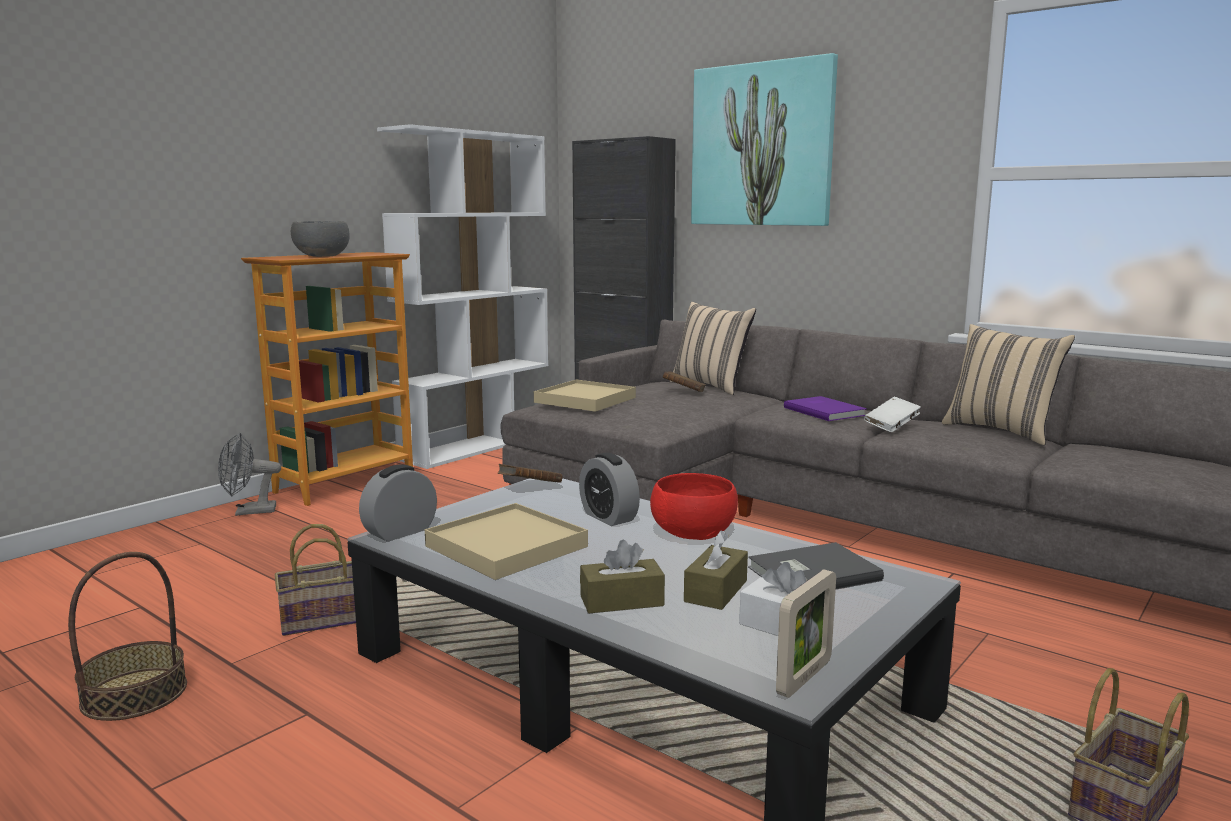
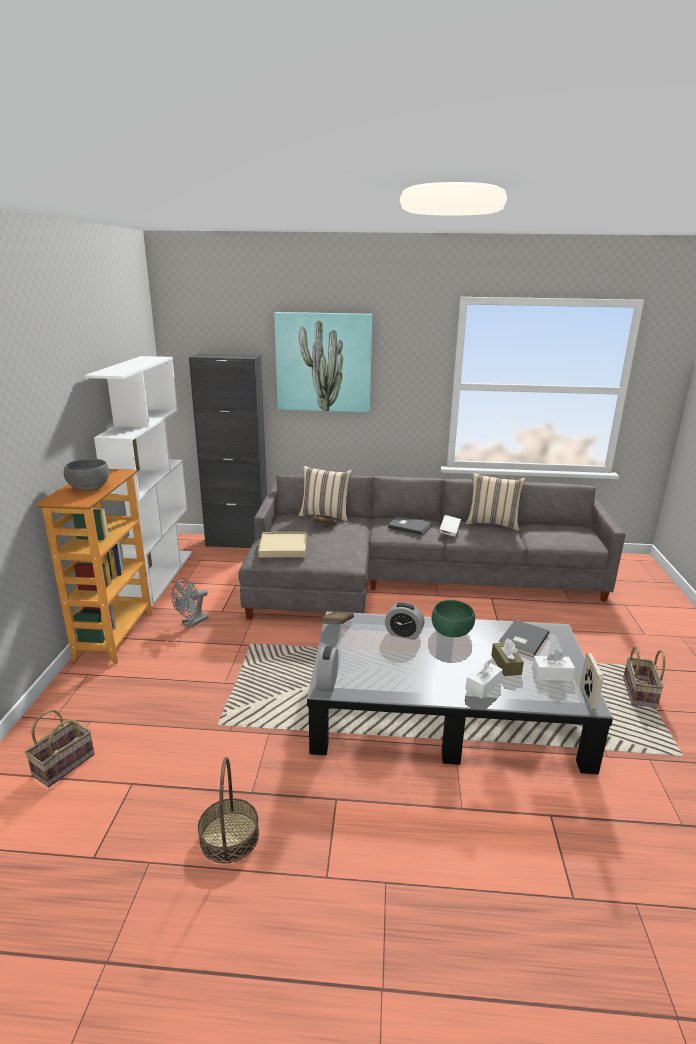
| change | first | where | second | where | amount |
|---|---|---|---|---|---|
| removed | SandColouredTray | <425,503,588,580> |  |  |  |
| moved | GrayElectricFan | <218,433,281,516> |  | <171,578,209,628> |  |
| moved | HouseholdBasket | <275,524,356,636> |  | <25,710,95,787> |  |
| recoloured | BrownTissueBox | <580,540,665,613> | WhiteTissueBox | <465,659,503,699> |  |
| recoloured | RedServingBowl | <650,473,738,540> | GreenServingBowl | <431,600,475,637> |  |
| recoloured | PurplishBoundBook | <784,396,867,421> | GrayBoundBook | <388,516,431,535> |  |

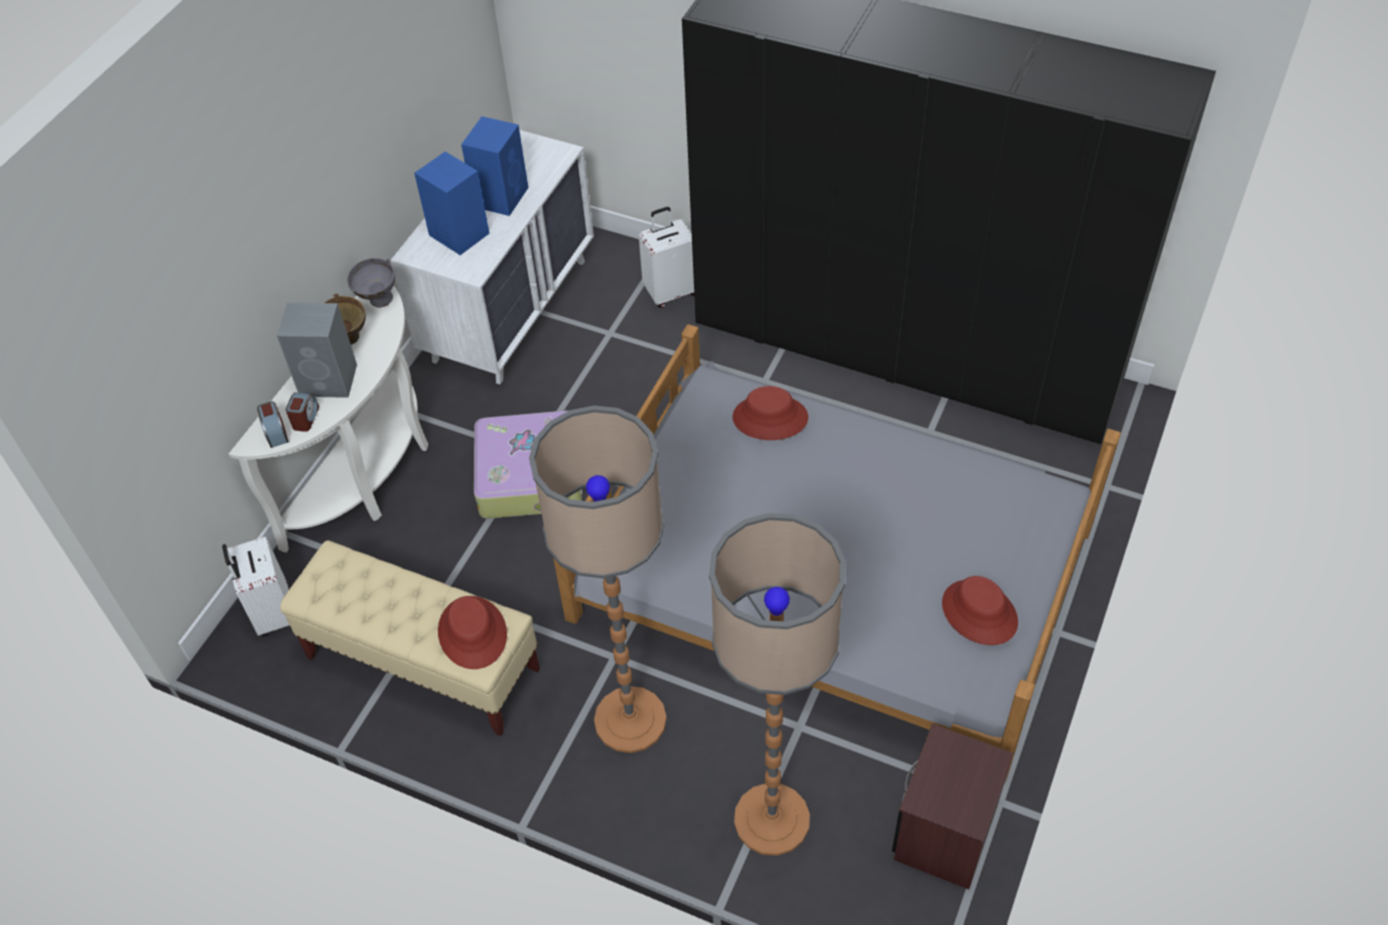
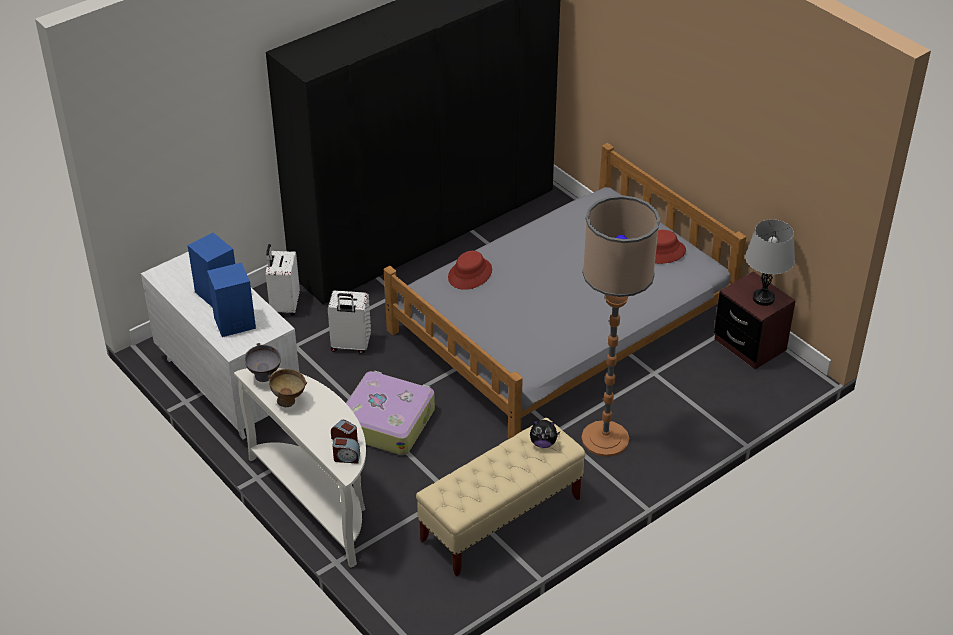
| change | first | where | second | where | amount |
|---|---|---|---|---|---|
| removed | GrayLoudspeaker | <277,303,357,398> |  |  |  |
| removed | StandardLamp | <709,513,846,856> |  |  |  |
| added |  |  | GrayLampForATable | <745,219,795,306> |  |
| moved | WhiteSuitcase | <222,536,290,637> |  | <328,290,371,354> |  |
| replaced | RedWearableHat | <438,596,507,669> | CuddlyToy | <530,420,560,448> |  |

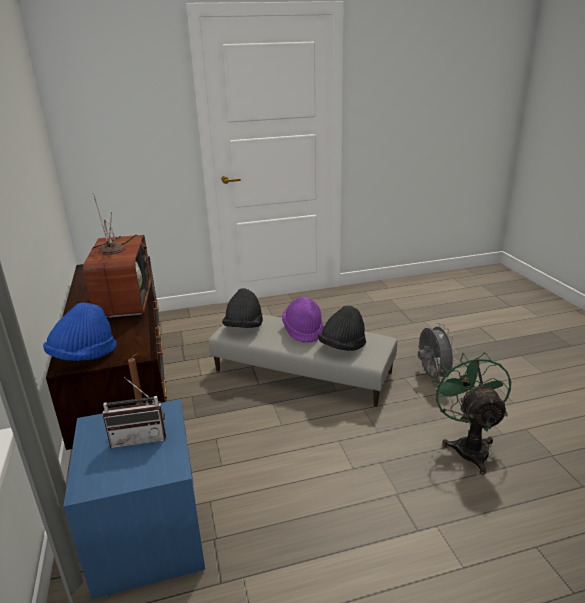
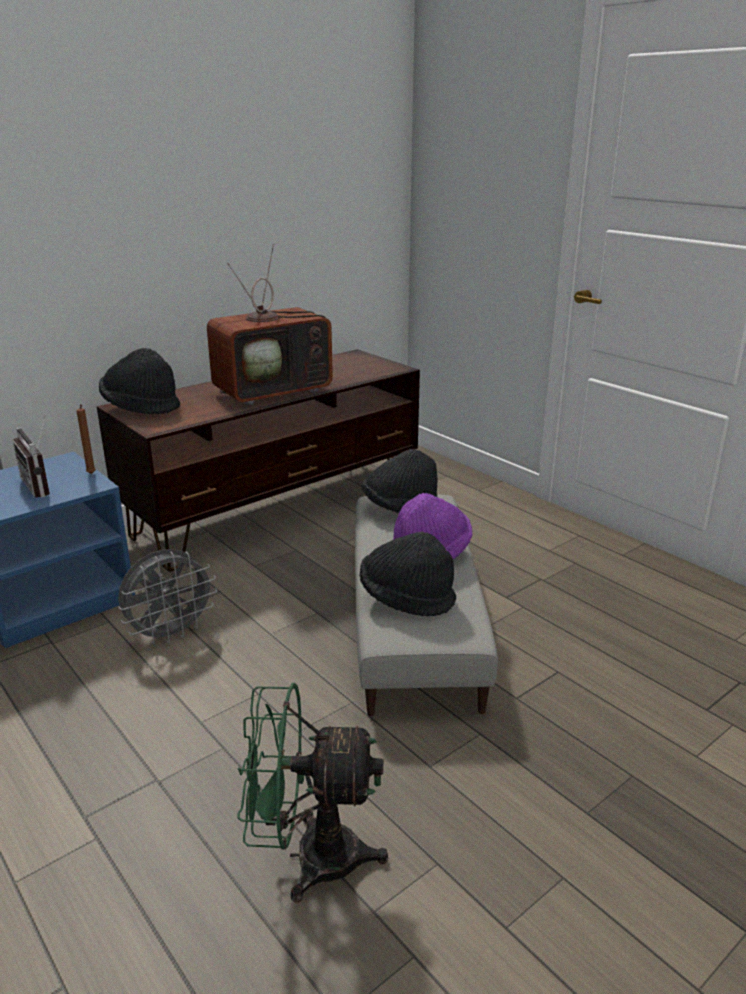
| change | first | where | second | where | amount |
|---|---|---|---|---|---|
| moved | GrayElectricFan | <418,323,457,381> |  | <118,549,217,645> |  |
| recoloured | BluishWearableHat | <43,302,117,361> | BlackColouredWearableHat | <99,348,181,414> |  |
| turned | GreenElectricFan | <432,352,511,475> |  | <237,683,388,903> | 150 degrees counterclockwise |

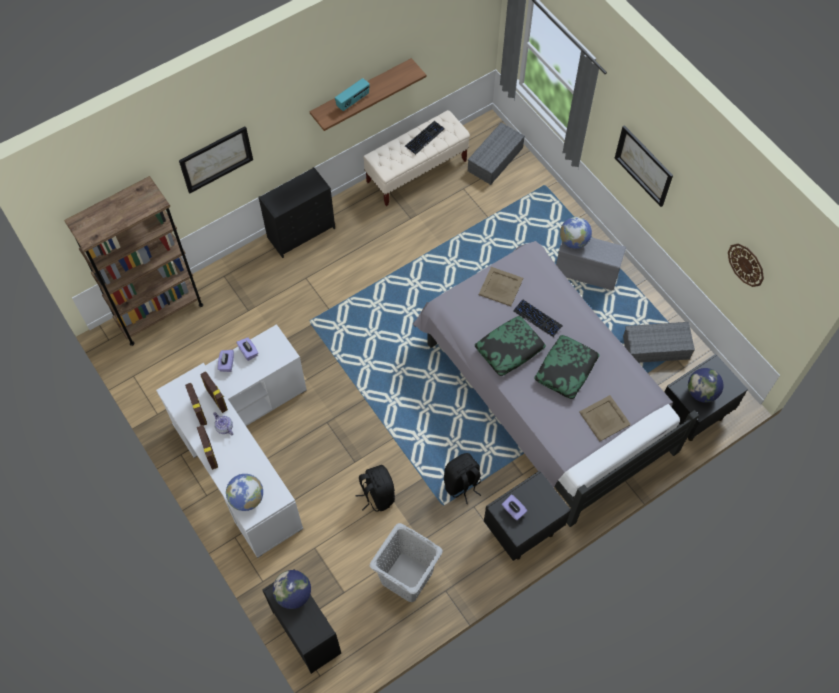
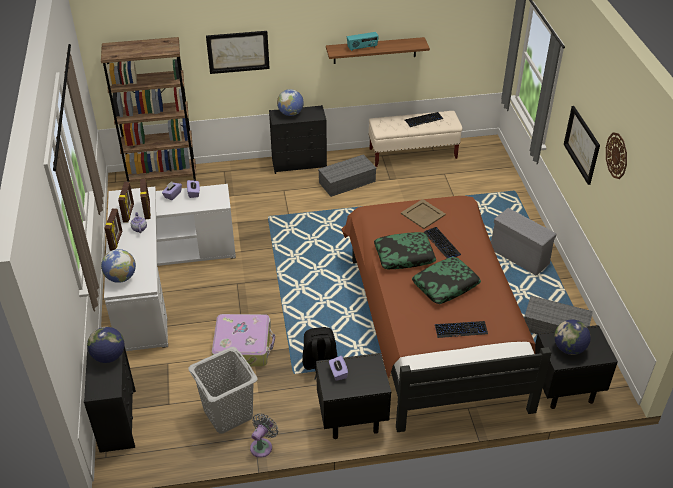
| change | first | where | second | where | amount |
|---|---|---|---|---|---|
| added |  |  | GrayElectricFan | <250,413,279,458> |  |
| moved | GrayStorageContainer | <468,122,525,185> |  | <318,154,377,197> |  |
| moved | Globe | <560,217,592,249> |  | <277,89,304,116> |  |
| moved | WallClock | <728,244,764,287> |  | <606,132,627,179> |  |
| replaced | BlackColouredRucksack | <356,465,395,512> | Suitcase | <212,314,275,366> |  |
| replaced | SandColouredTray | <579,395,631,442> | ComputerKeyboard | <435,321,488,338> |  |
| recoloured | GraySleepingBed | <412,241,699,527> | BrownSleepingBed | <341,196,551,432> |  |

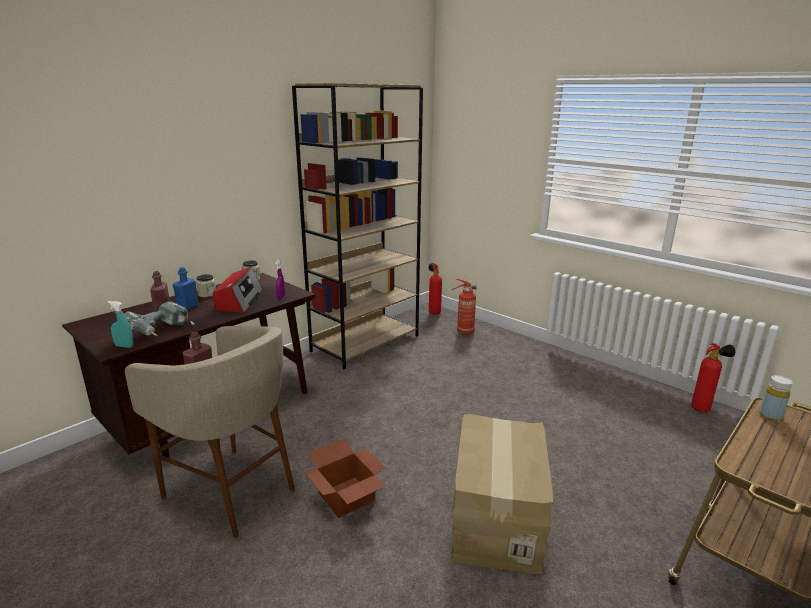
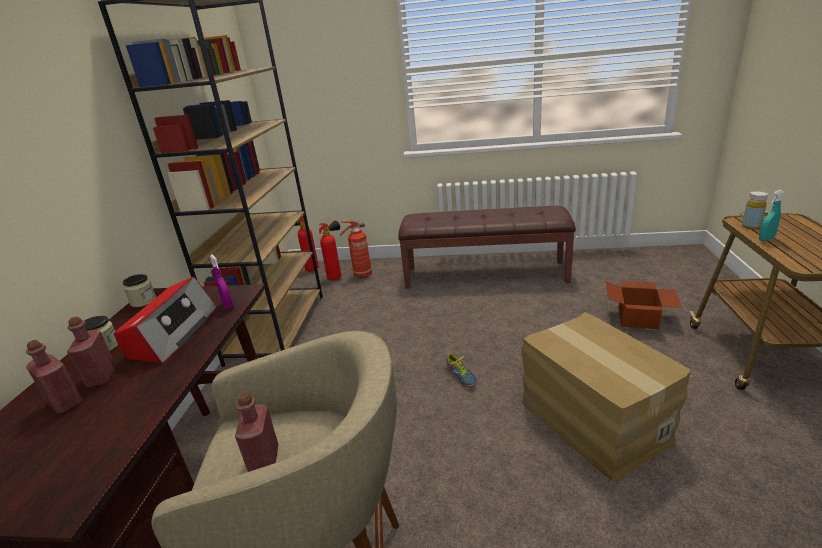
| change | first | where | second | where | amount |
|---|---|---|---|---|---|
| removed | Drill | <124,301,195,336> |  |  |  |
| added |  |  | BrownIndoorBench | <398,206,576,289> |  |
| added |  |  | Shoe | <444,353,477,388> |  |
| moved | BlueGreenSprayBottle | <107,301,133,348> |  | <759,190,784,241> |  |
| moved | Carton | <305,438,386,518> |  | <606,281,682,329> |  |
| moved | FireFightingCylinder | <691,343,735,413> |  | <319,220,341,280> |  |
| recoloured | BluishBeverageBottle | <173,267,199,310> | RedBeverageBottle | <67,317,116,387> |  |
| turned | RadioSet | <213,267,263,313> |  | <114,276,217,363> | 45 degrees clockwise |

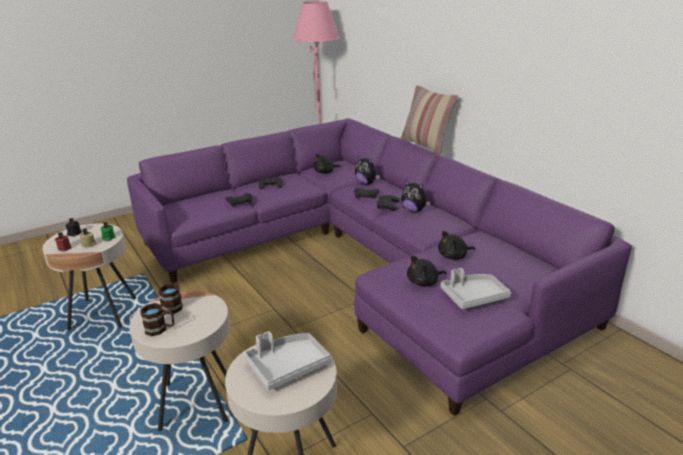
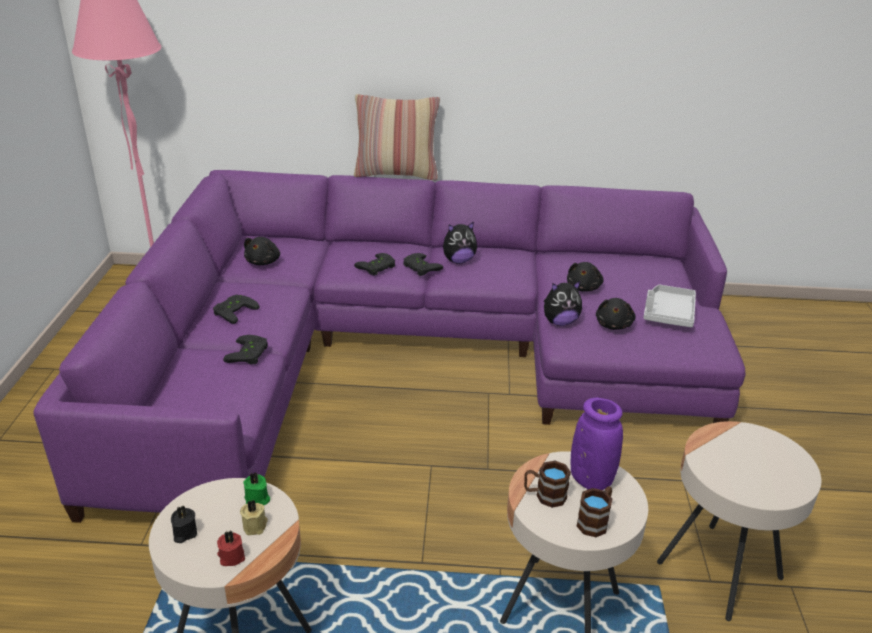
| change | first | where | second | where | amount |
|---|---|---|---|---|---|
| removed | GrayTray | <244,331,331,390> |  |  |  |
| added |  |  | PurplishFlowerVase | <571,398,623,490> |  |
| moved | CuddlyToy | <355,155,380,185> |  | <544,280,582,326> |  |

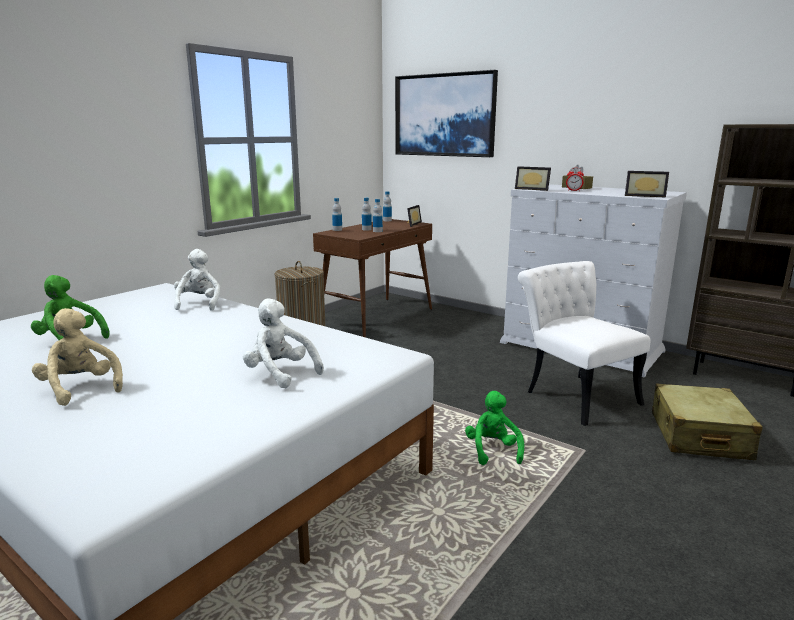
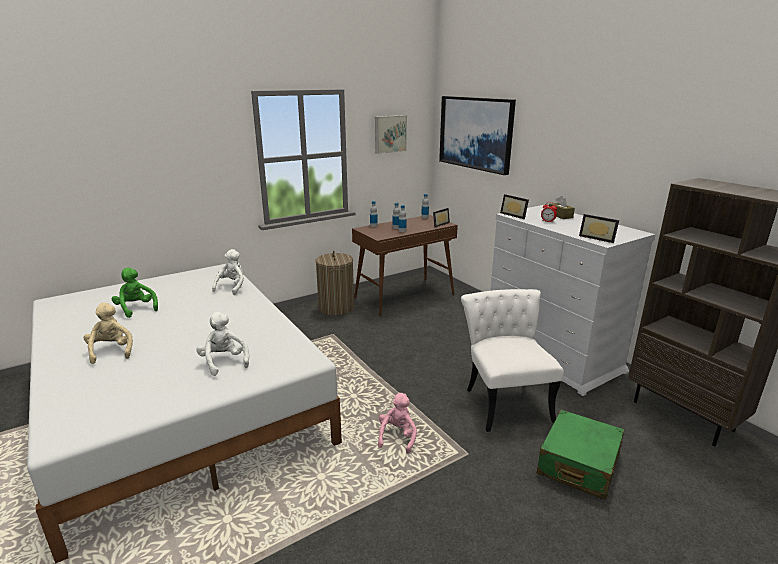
| change | first | where | second | where | amount |
|---|---|---|---|---|---|
| added |  |  | WallPicture | <375,115,407,154> |  |
| recoloured | GreenCuddlyToy | <465,391,524,465> | PinkCuddlyToy | <378,393,417,453> |  |
| recoloured | SandColouredSuitcase | <652,383,763,460> | GreenSuitcase | <537,410,624,500> |  |

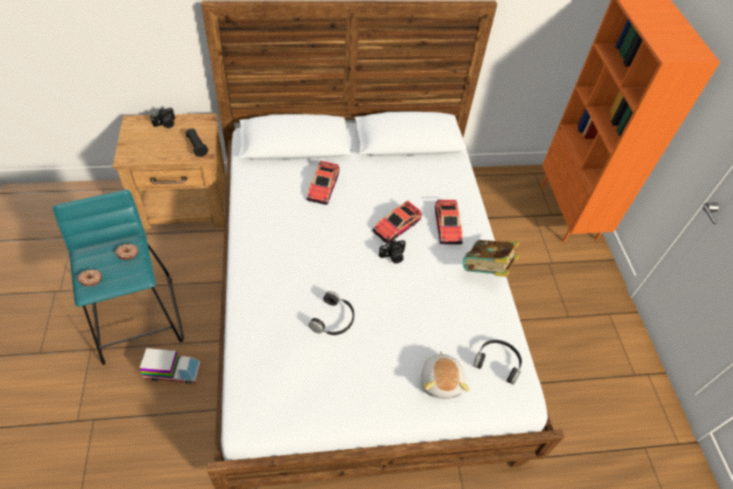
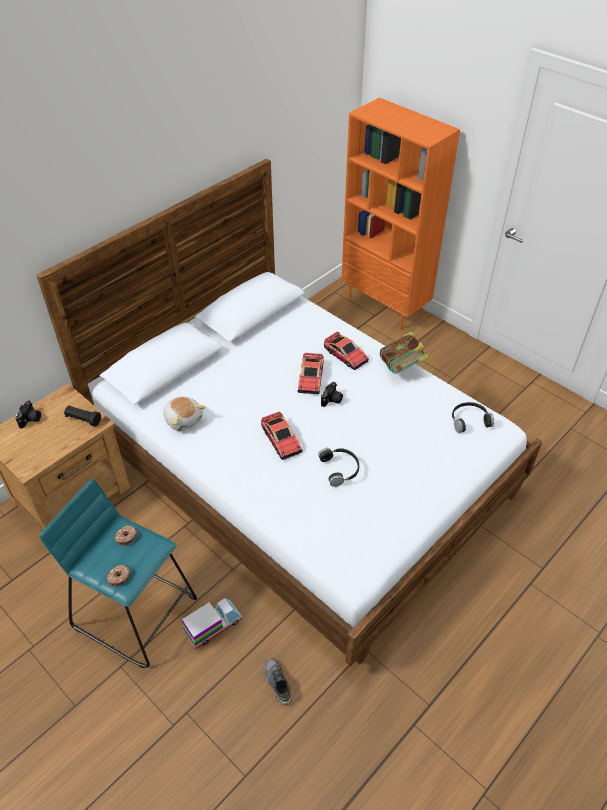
| change | first | where | second | where | amount |
|---|---|---|---|---|---|
| added |  |  | GrayShoe | <264,658,292,705> |  |
| moved | MiniatureCar | <306,161,340,205> |  | <261,411,303,460> |  |
| moved | CuddlyToy | <421,351,469,399> |  | <163,396,206,431> |  |

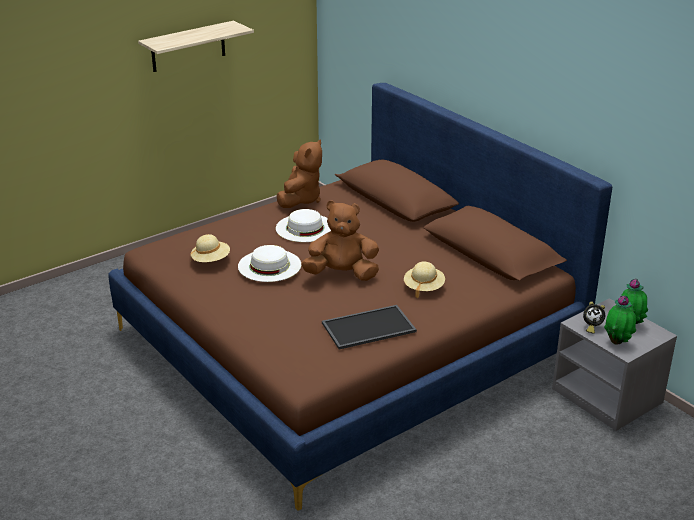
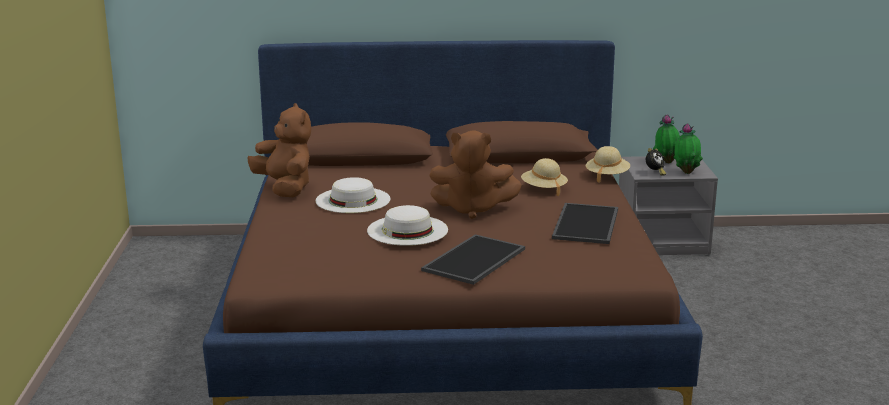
| change | first | where | second | where | amount |
|---|---|---|---|---|---|
| removed | BracketShelf | <138,21,254,72> |  |  |  |
| added |  |  | Tray | <421,234,525,285> |  |
| moved | SandColouredWearableHat | <190,234,230,262> |  | <586,146,630,183> |  |
| turned | BrownCuddlyToy | <301,200,379,281> |  | <429,131,522,219> | 120 degrees counterclockwise |

